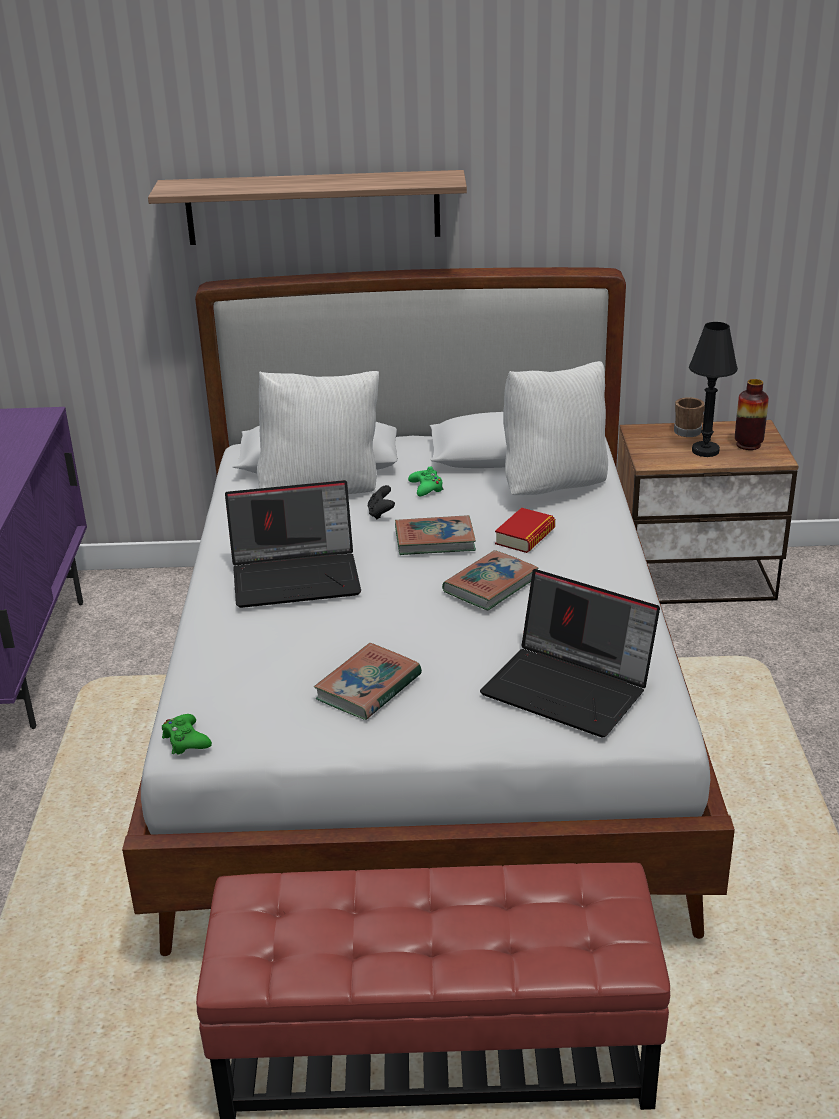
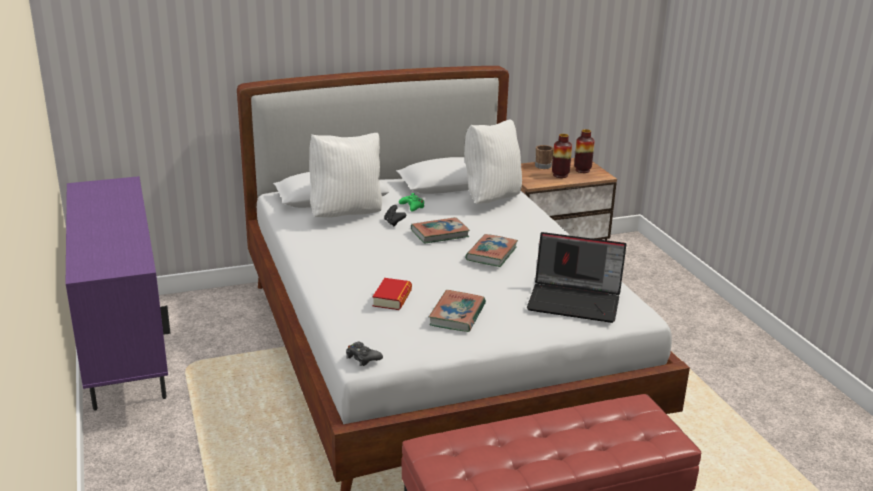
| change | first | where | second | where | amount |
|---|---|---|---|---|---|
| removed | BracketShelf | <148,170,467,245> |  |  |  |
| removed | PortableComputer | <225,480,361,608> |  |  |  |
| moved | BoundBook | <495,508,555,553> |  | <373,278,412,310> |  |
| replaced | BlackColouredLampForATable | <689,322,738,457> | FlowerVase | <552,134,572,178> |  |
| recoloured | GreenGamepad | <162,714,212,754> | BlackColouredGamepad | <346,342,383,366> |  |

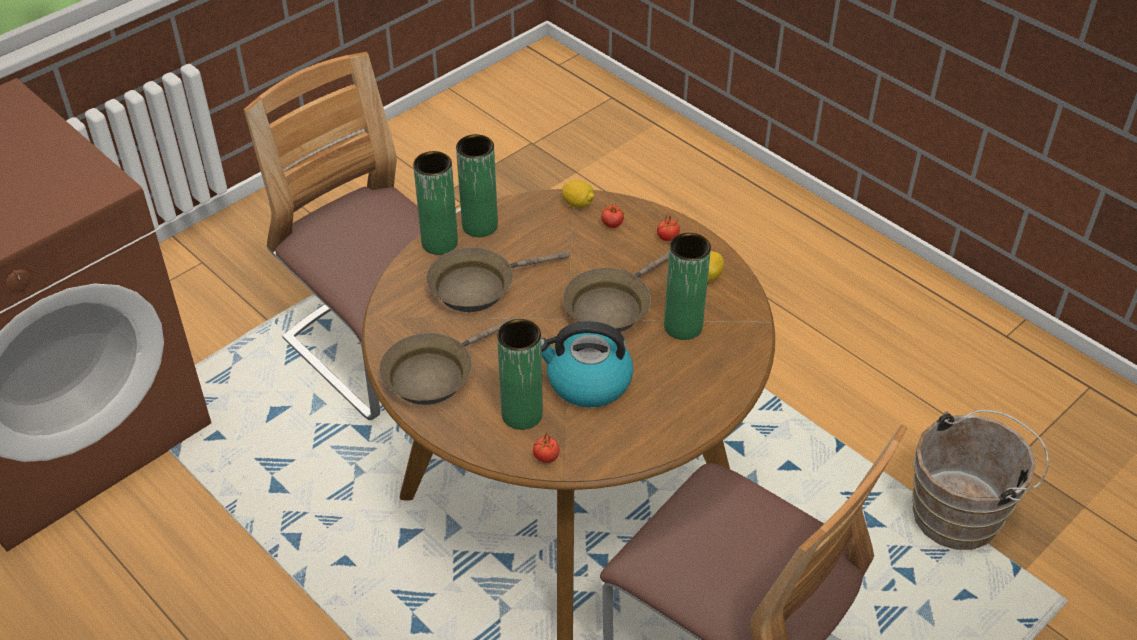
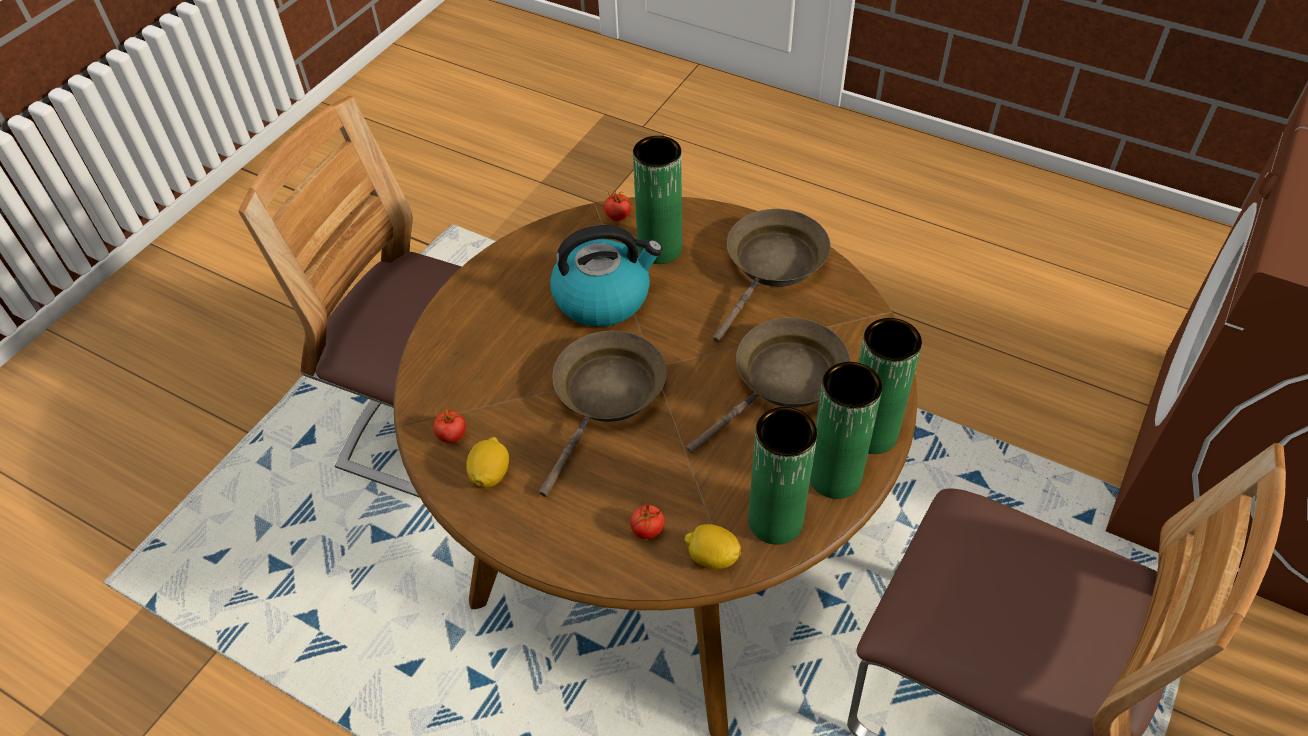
| change | first | where | second | where | amount |
|---|---|---|---|---|---|
| removed | BrownPail | <912,410,1049,550> |  |  |  |
| moved | WholeTomato | <657,215,680,241> |  | <433,408,466,443> |  |
| moved | GreenFlowerVase | <664,233,711,340> |  | <748,407,817,545> |  |

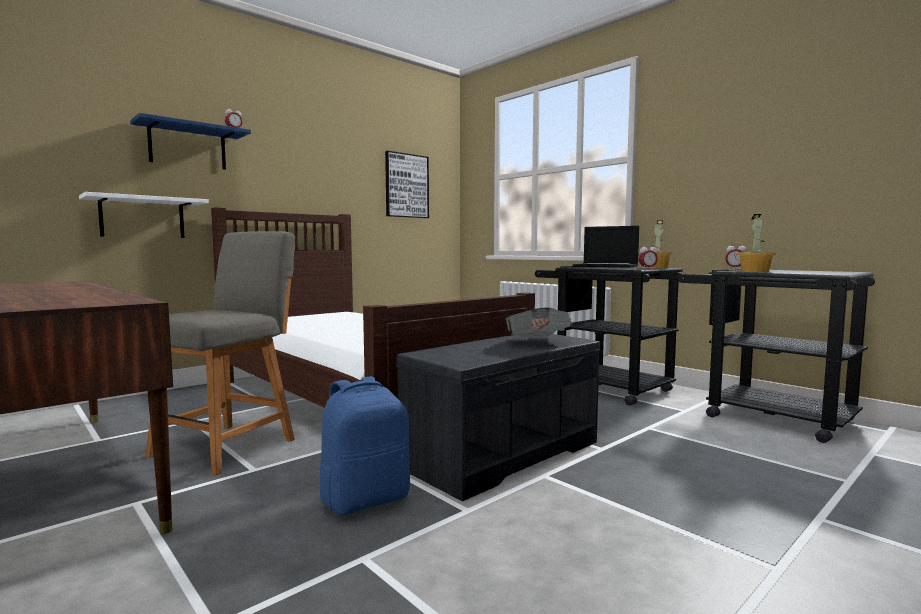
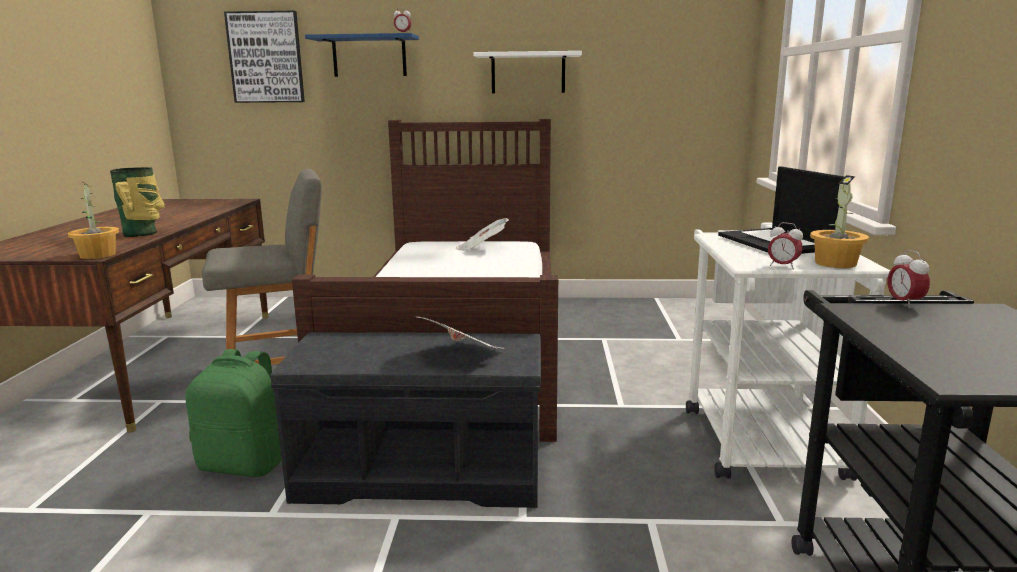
| change | first | where | second | where | amount |
|---|---|---|---|---|---|
| added |  |  | FlowerVase | <110,167,165,237> |  |
| added |  |  | PrintedPaper | <455,218,509,251> |  |
| moved | WhiteBracketShelf | <79,192,209,238> |  | <474,51,582,93> |  |
| moved | WallPicture | <385,151,429,218> |  | <224,11,305,103> |  |
| moved | PottedPlant | <737,214,776,272> |  | <68,181,119,259> |  |
| recoloured | BluishRucksack | <320,376,410,515> | GreenRucksack | <185,349,282,477> |  |
| recoloured | BlackColouredCart | <535,266,683,406> | WhiteCart | <686,229,890,481> |  |

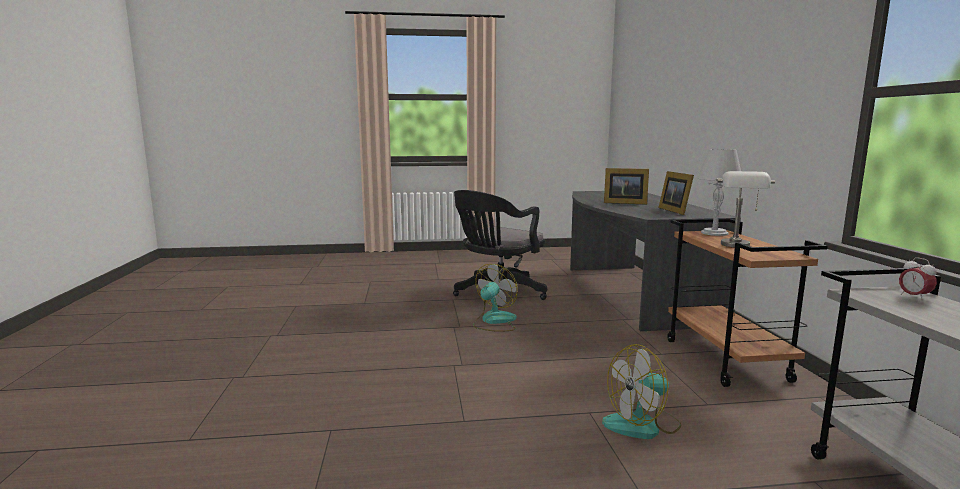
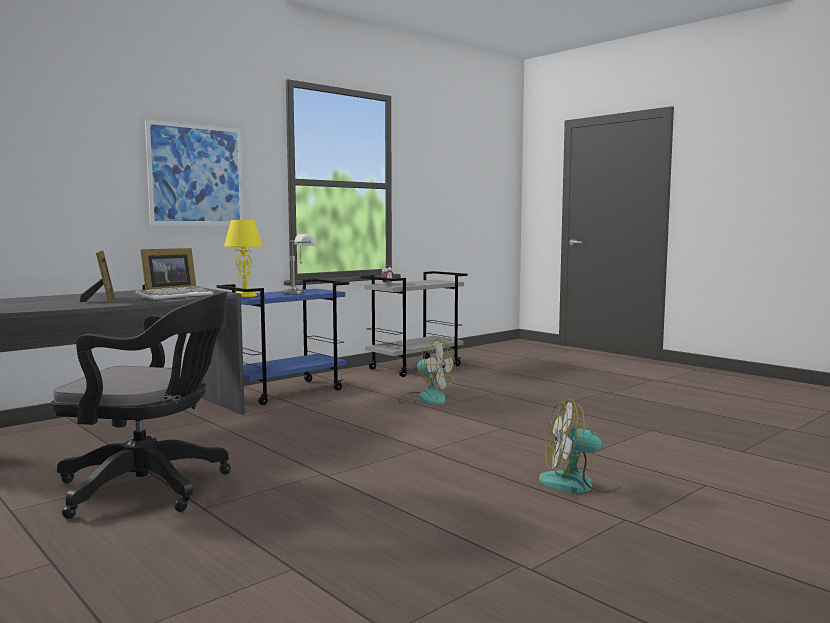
| change | first | where | second | where | amount |
|---|---|---|---|---|---|
| added |  |  | ComputerKeyboard | <135,286,214,300> |  |
| added |  |  | WallPicture | <145,120,244,225> |  |
| moved | ElectricFan | <473,264,518,332> |  | <539,399,620,493> |  |
| recoloured | BrownCart | <667,219,828,387> | BluishCart | <216,279,349,405> |  |
| recoloured | GrayLampForATable | <697,149,741,236> | YellowLampForATable | <224,220,263,297> |  |

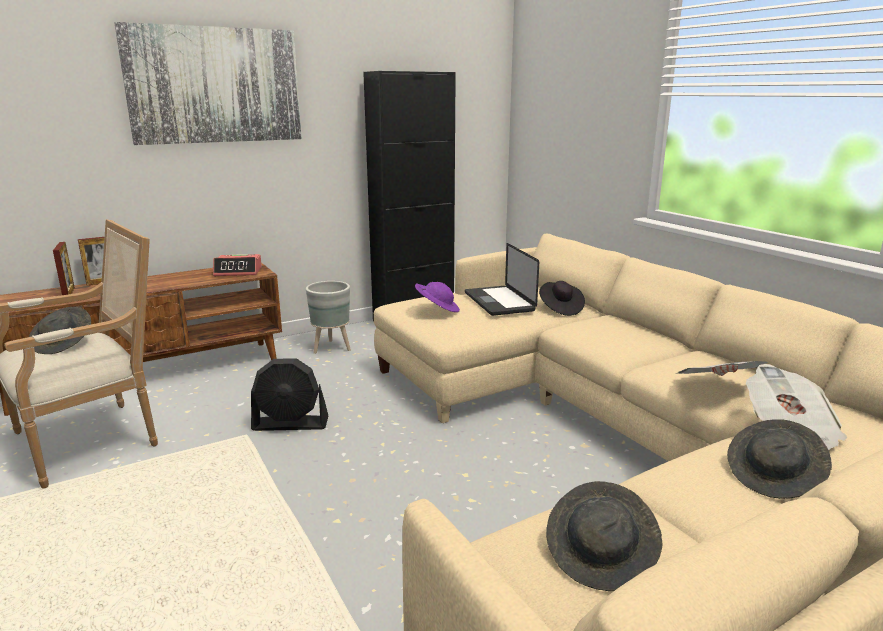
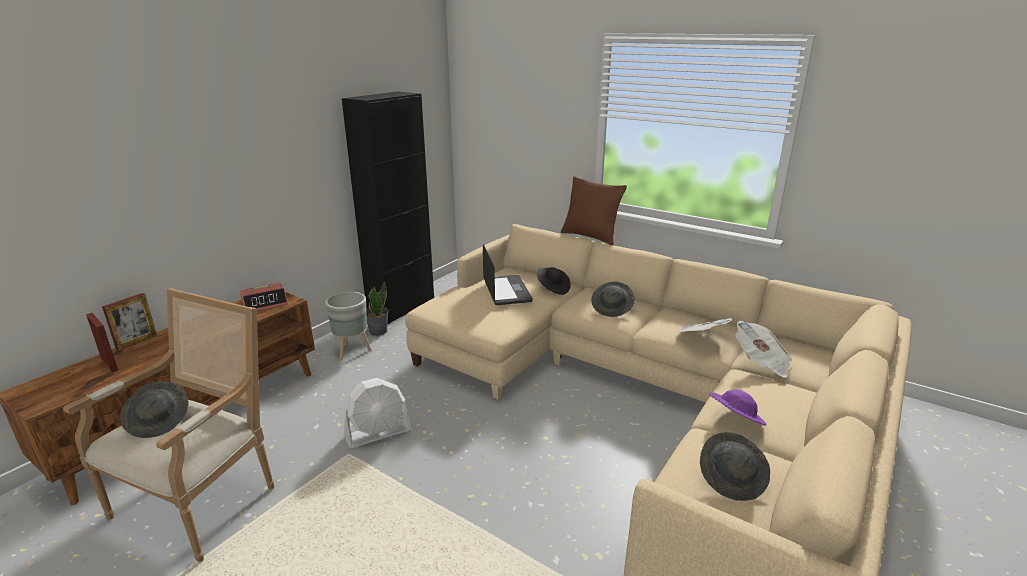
| change | first | where | second | where | amount |
|---|---|---|---|---|---|
| removed | WallPicture | <114,22,302,145> |  |  |  |
| added |  |  | PottedPlant | <366,282,389,336> |  |
| added |  |  | BrownThrowPillow | <561,176,627,245> |  |
| moved | PurplishWearableHat | <415,282,460,312> |  | <709,389,767,425> |  |
| moved | GrayWearableHat | <727,419,832,499> |  | <591,282,635,317> |  |
| recoloured | BlackColouredElectricFan | <251,358,328,431> | WhiteElectricFan | <344,378,411,448> |  |
| turned | PortableComputer | <465,243,539,316> |  | <483,244,533,305> | 150 degrees counterclockwise |

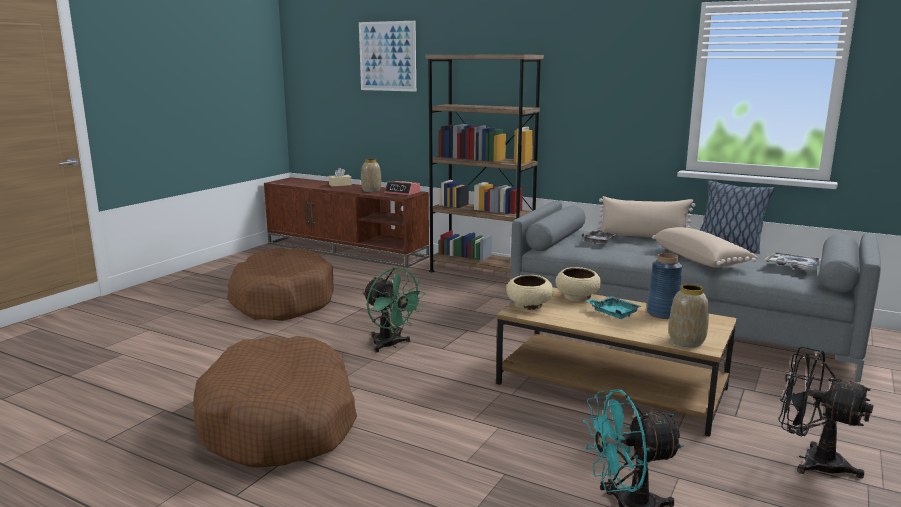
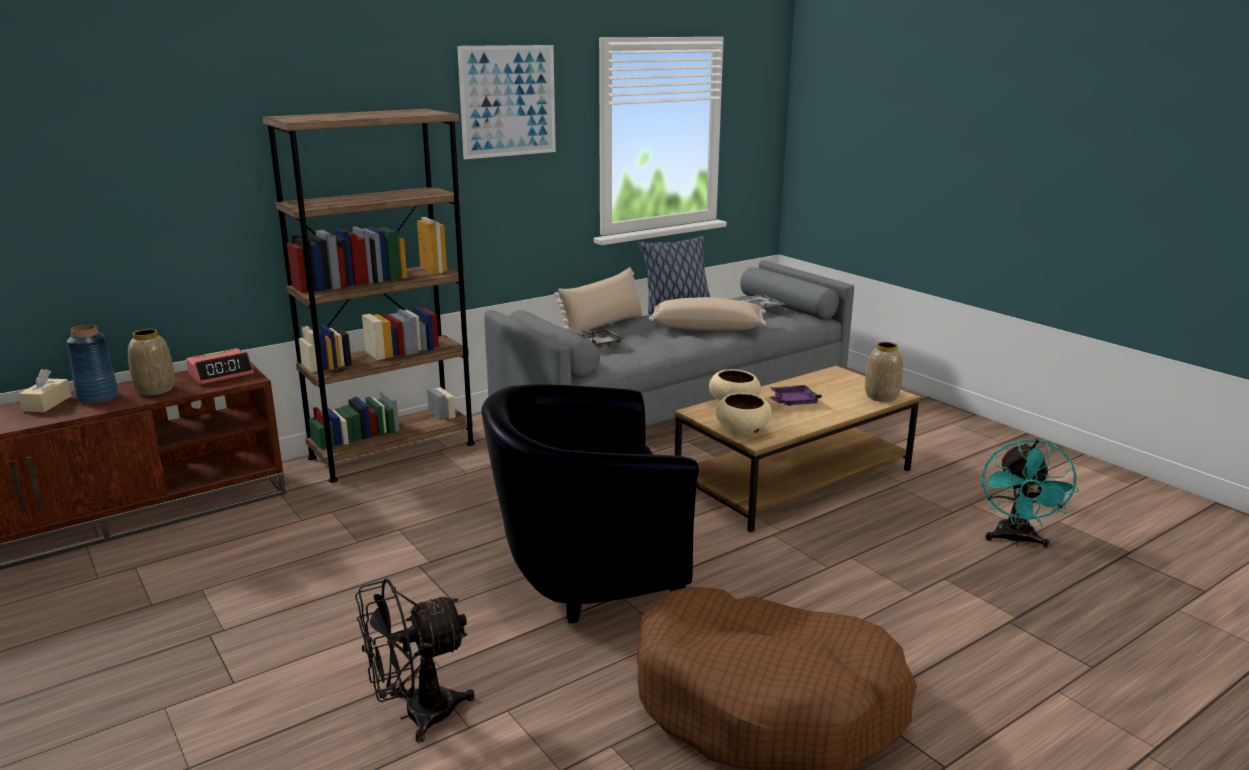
| change | first | where | second | where | amount |
|---|---|---|---|---|---|
| removed | BrownDogBed | <227,247,334,321> |  |  |  |
| moved | WallPicture | <359,21,416,92> |  | <457,45,556,159> |  |
| moved | BluishFlowerVase | <647,253,682,319> |  | <66,325,119,404> |  |
| moved | BlackColouredElectricFan | <779,347,873,479> |  | <355,579,475,742> |  |
| replaced | GreenElectricFan | <363,268,426,353> | BlackColouredEasyChair | <481,384,699,624> |  |
| recoloured | BlueGreenTray | <586,296,642,319> | PurplishTray | <769,385,822,406> |  |

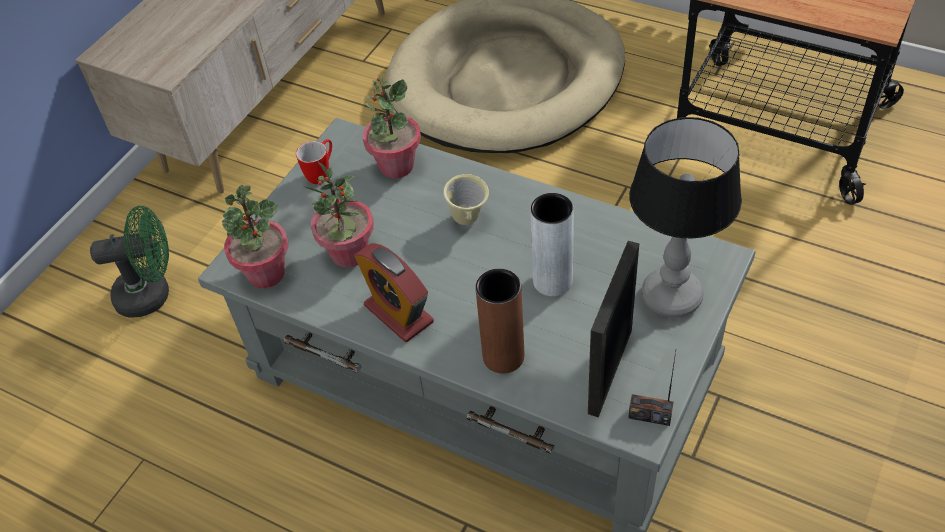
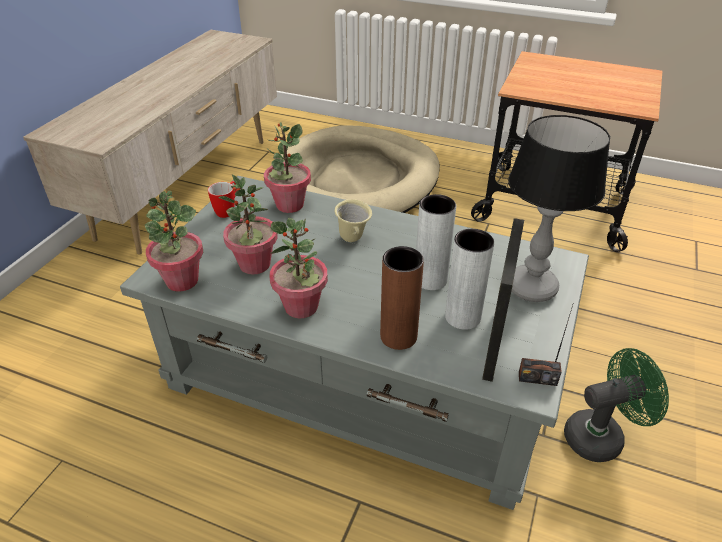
| change | first | where | second | where | amount |
|---|---|---|---|---|---|
| added |  |  | GrayFlowerVase | <445,229,494,330> |  |
| moved | GreenElectricFan | <90,206,169,318> |  | <564,348,669,462> |  |
| replaced | TableClock | <354,243,434,342> | PottedPlant | <269,218,328,318> |  |

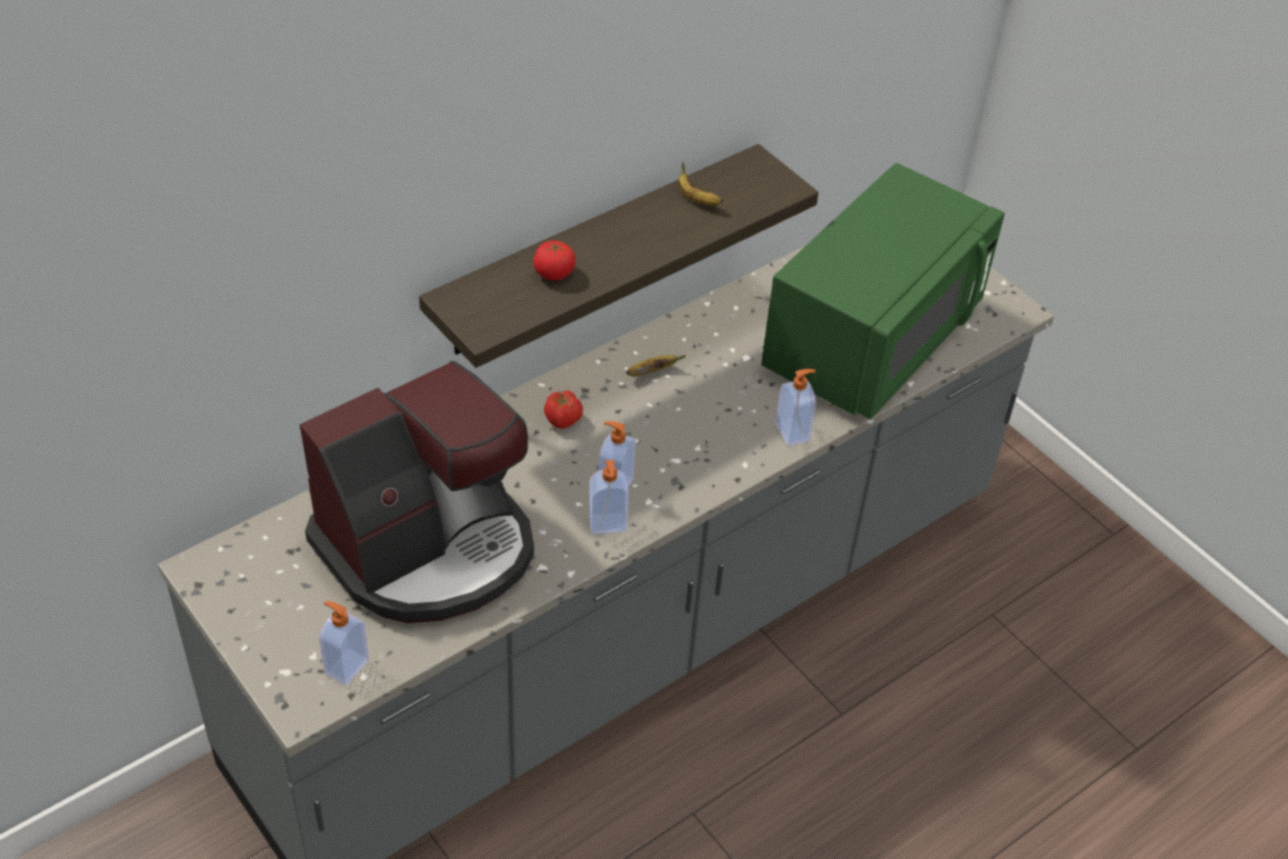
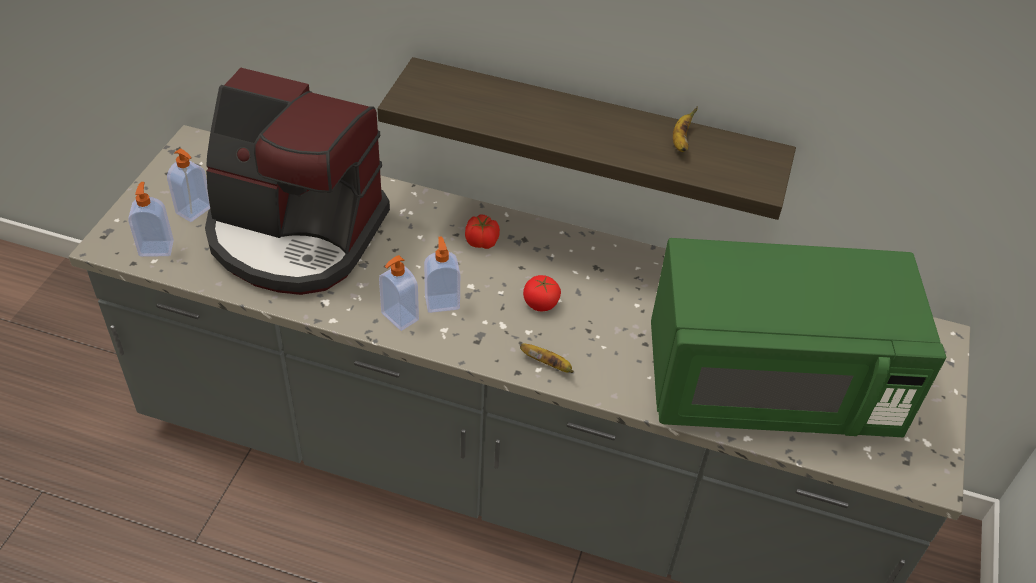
| change | first | where | second | where | amount |
|---|---|---|---|---|---|
| moved | WholeTomato | <533,241,576,280> |  | <523,275,561,312> |  |
| moved | WholeBanana | <626,355,685,377> |  | <520,344,574,373> |  |
| moved | SoapBottle | <775,369,816,446> |  | <167,148,210,222> |  |

